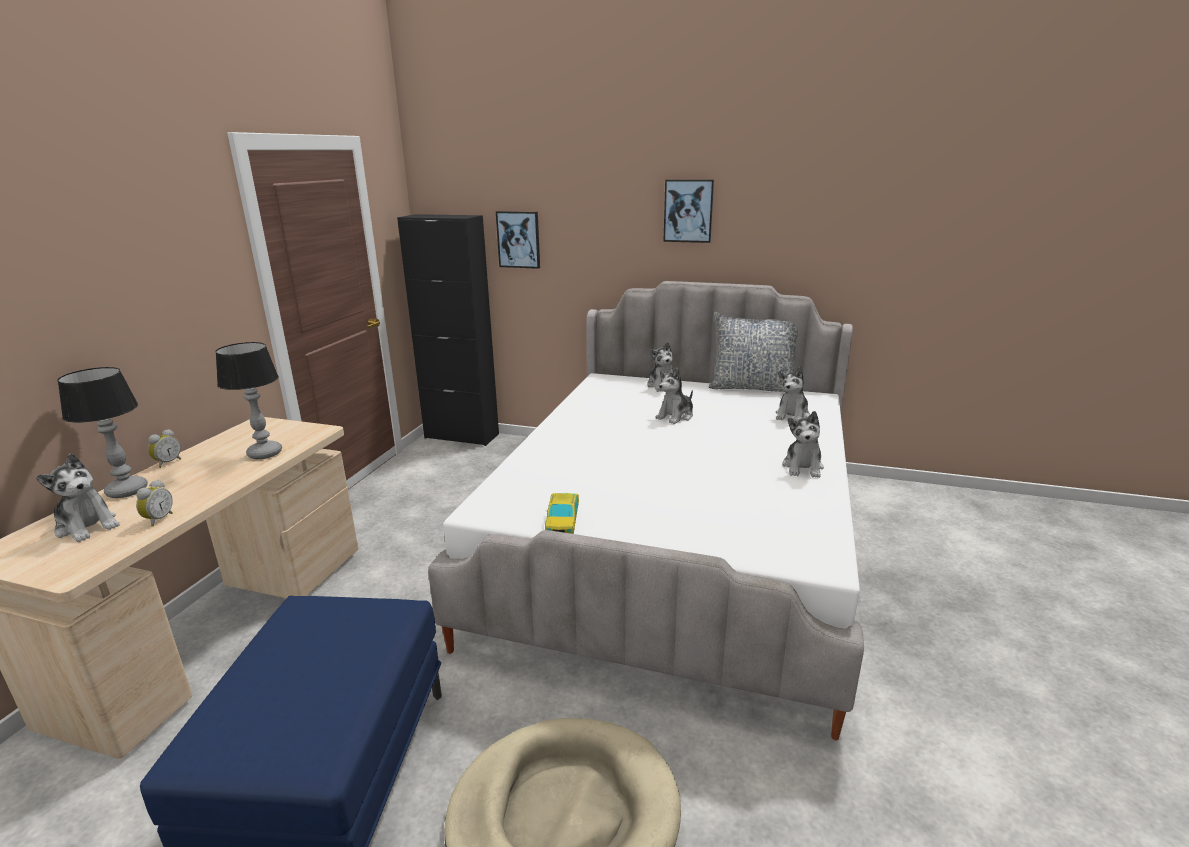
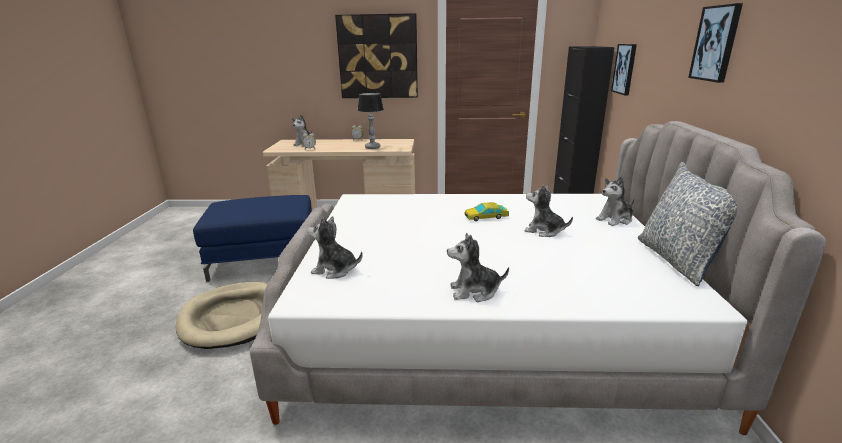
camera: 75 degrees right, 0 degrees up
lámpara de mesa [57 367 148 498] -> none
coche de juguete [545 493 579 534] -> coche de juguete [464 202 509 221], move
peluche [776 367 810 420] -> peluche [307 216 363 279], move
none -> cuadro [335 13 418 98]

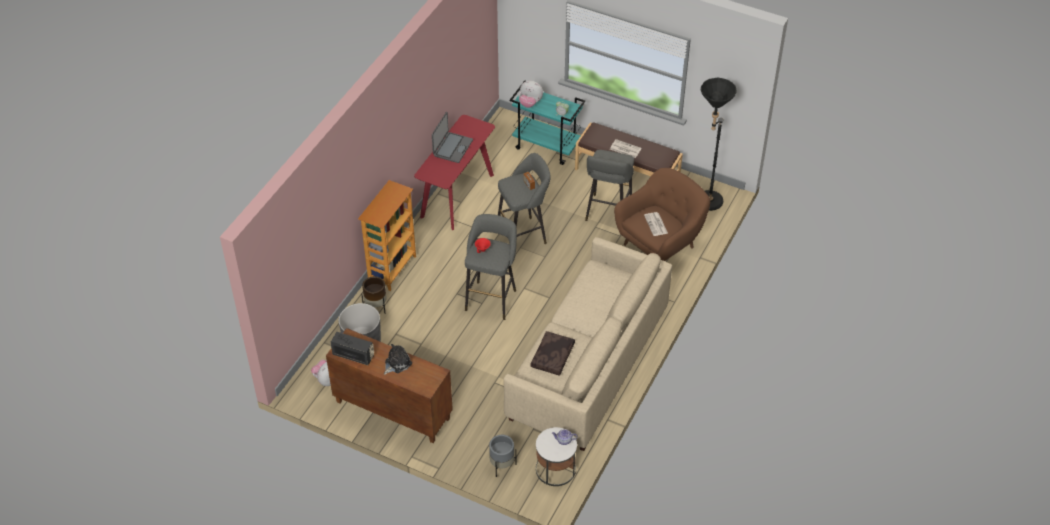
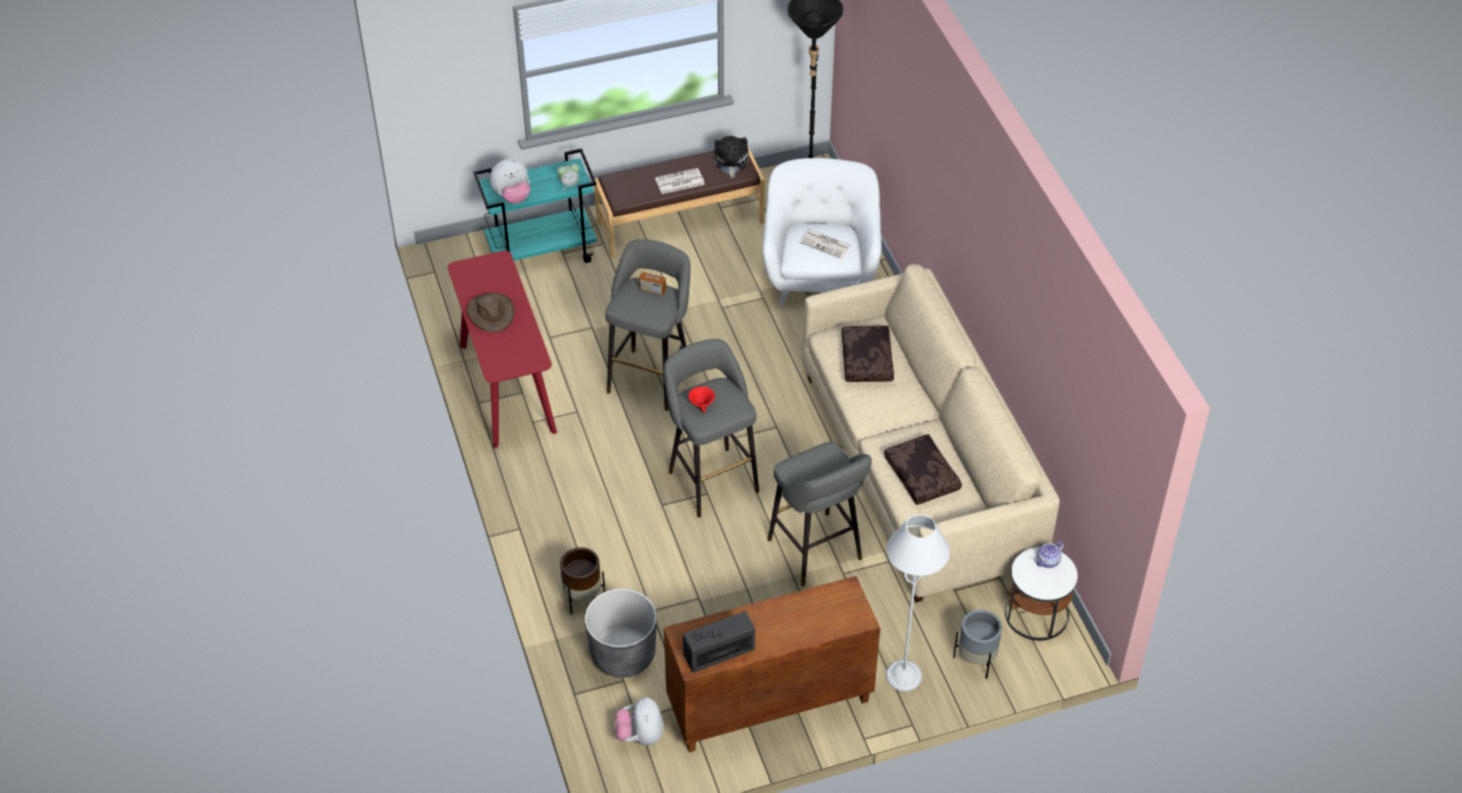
camera: 45 degrees left, 0 degrees up
estantería [358 180 416 291] -> none
peluche [384 344 412 375] -> peluche [714 136 748 178], move
portátil [432 112 473 163] -> sombrero (marrón) [466 293 515 333]
taburete (gris) [585 150 634 221] -> taburete (gris) [768 442 872 586], move
sillón (marrón) [614 168 710 261] -> sillón (blanco) [762 158 881 306]
none -> cojín (marrón) [842 326 894 382]
none -> lámpara de pie (gris) [886 514 950 692]

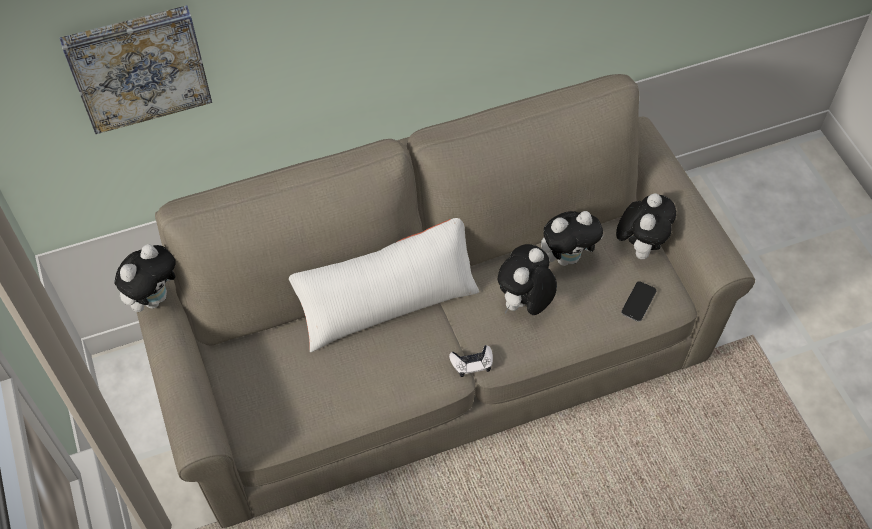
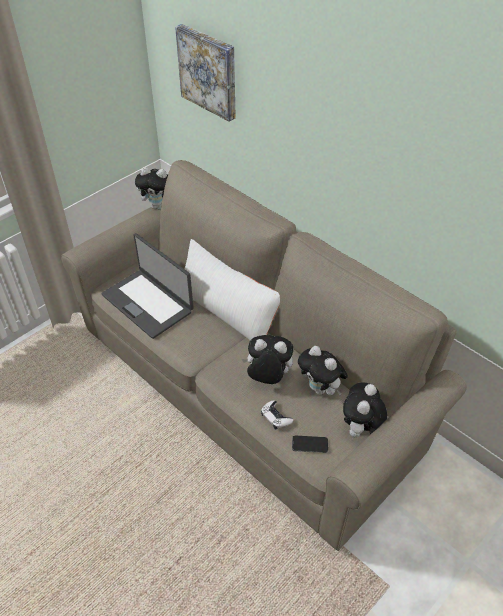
camera: 65 degrees right, 10 degrees down
mando de consola (blanco) [449 345 493 377] -> mando de consola (blanco) [261 400 293 430], move
peluche [616 193 676 260] -> peluche [343 382 387 440], 120 degrees clockwise
none -> portátil [101 233 194 339]

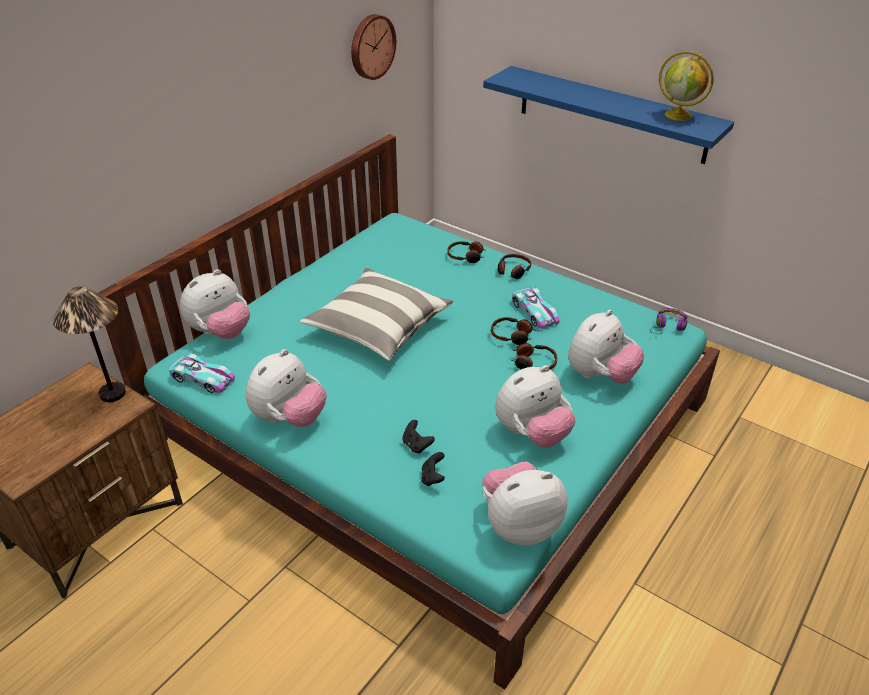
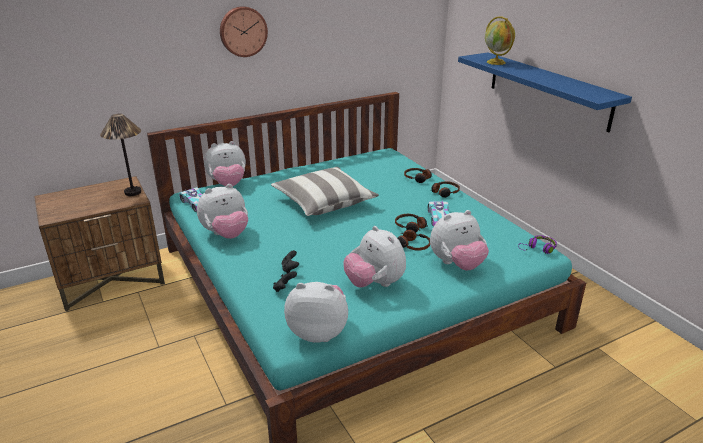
camera: 25 degrees right, 10 degrees down
reloj de pared [351 14 396 80] -> reloj de pared [220 6 268 57], move
peluche [495 365 576 448] -> peluche [344 226 406 288], 60 degrees clockwise
globo terráqueo [659 51 714 121] -> globo terráqueo [485 16 515 65], move

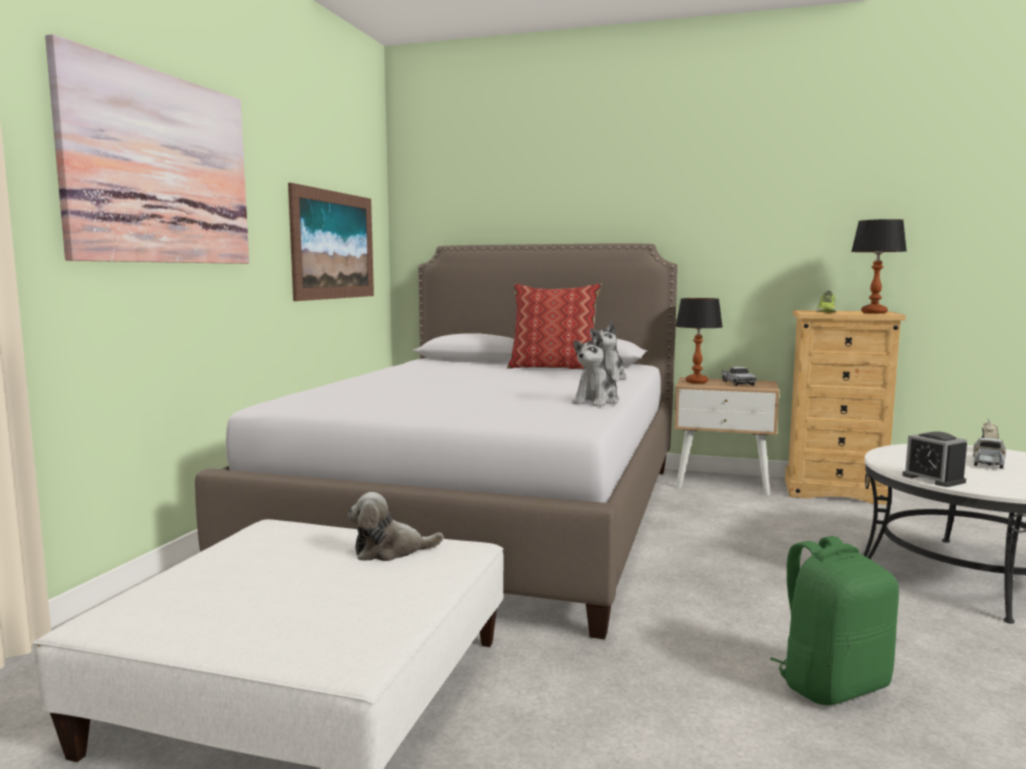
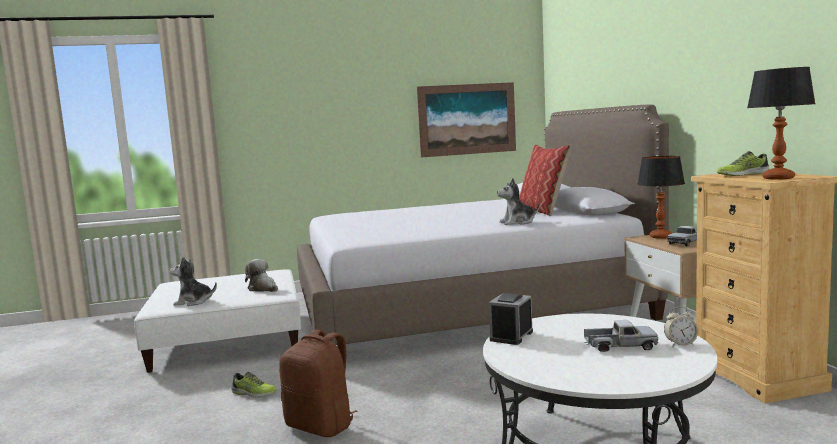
camera: 60 degrees right, 0 degrees up
cuadro [45 34 249 264] -> none
peluche [572 332 619 407] -> peluche [170 257 217 306], move
mochila (verde) [770 536 899 705] -> mochila (marrón) [279 330 358 437]
none -> zapato [231 372 277 398]

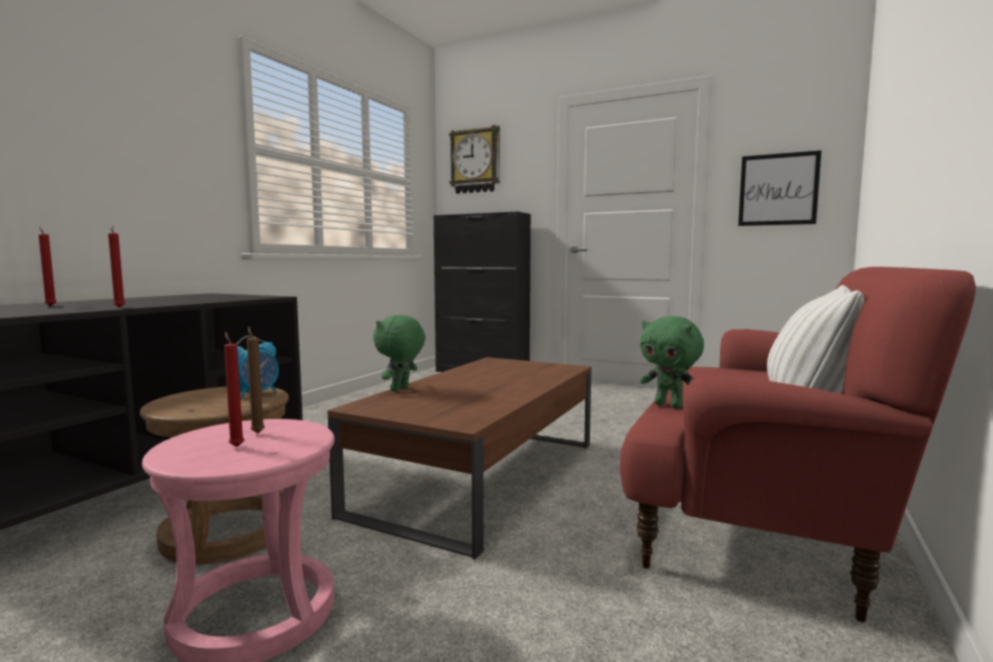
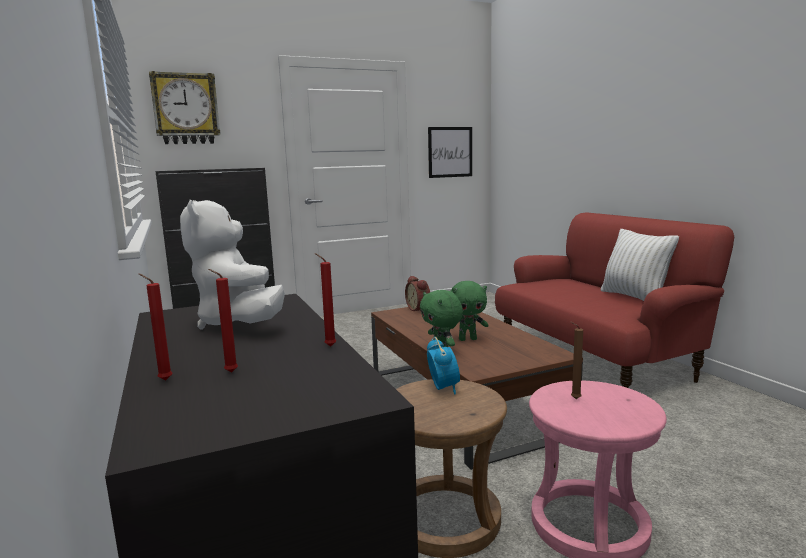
camera: 50 degrees left, 5 degrees up
vela (rojo) [224 332 244 447] -> vela (rojo) [139 274 172 380], move
peluche (verde) [640 316 704 409] -> peluche (verde) [450 281 489 341], move
none -> peluche (blanco) [180 200 285 330]
none -> despertador [405 276 430 311]

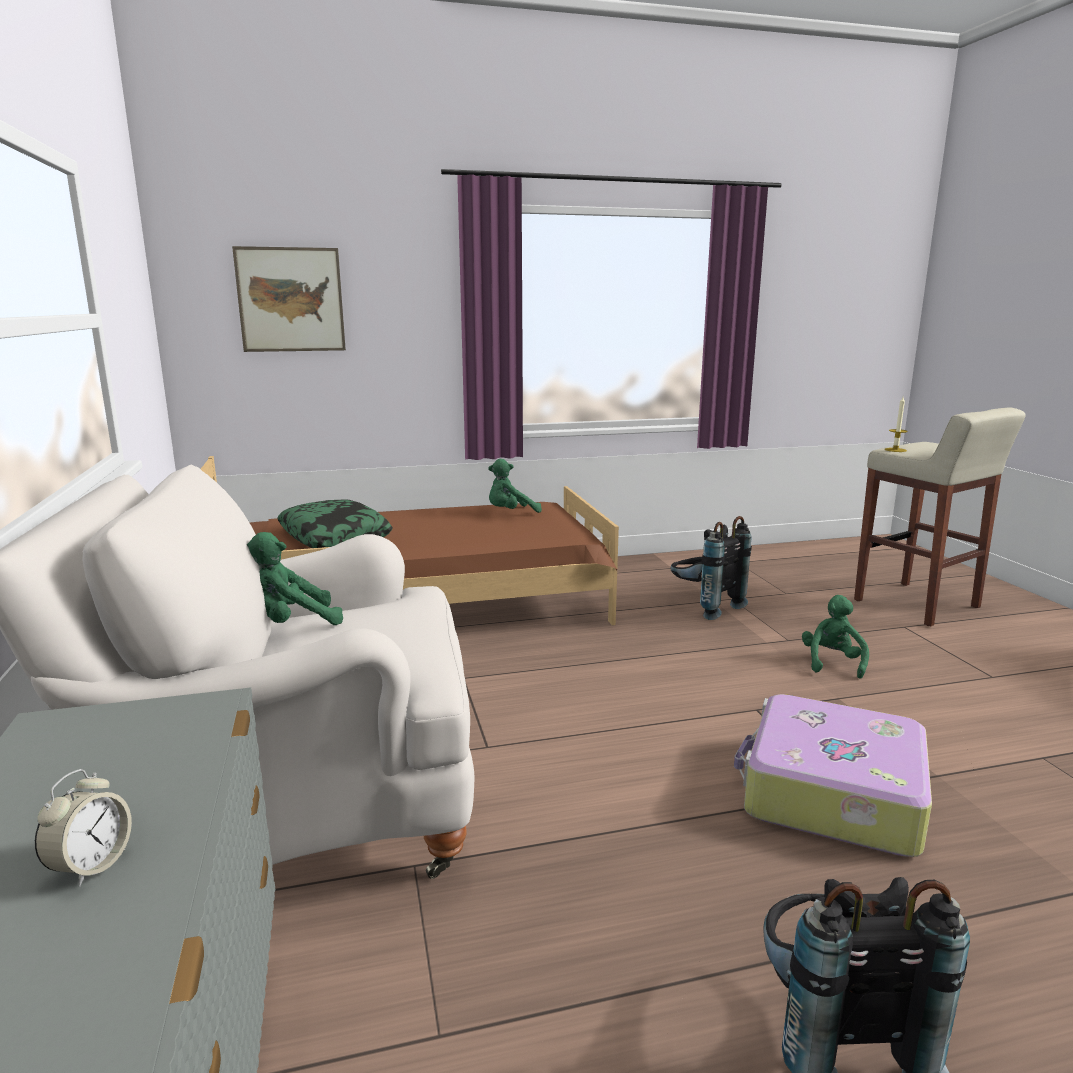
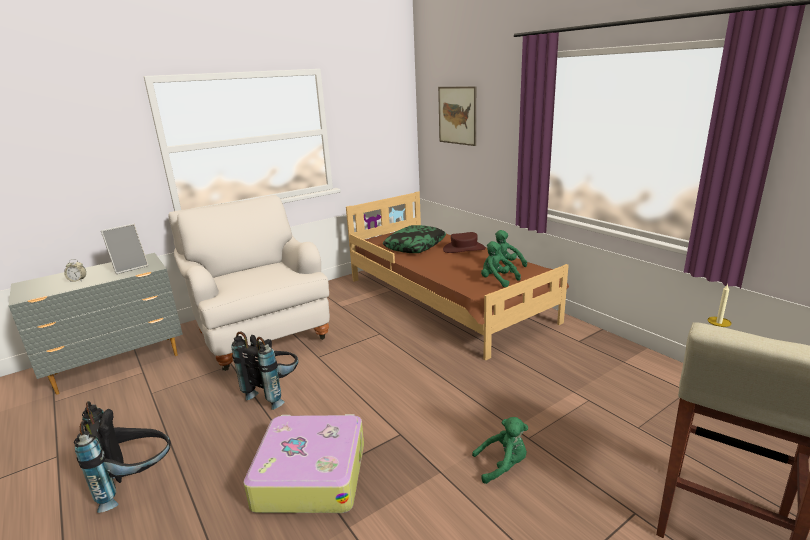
camera: 70 degrees right, 5 degrees up
peluche (verde) [247 532 343 625] -> peluche (verde) [481 241 521 287], move
mochila (negro) [671 516 752 620] -> mochila (negro) [231 331 299 410], move
none -> portarretratos [101 224 149 274]
none -> sombrero (marrón) [443 232 486 253]

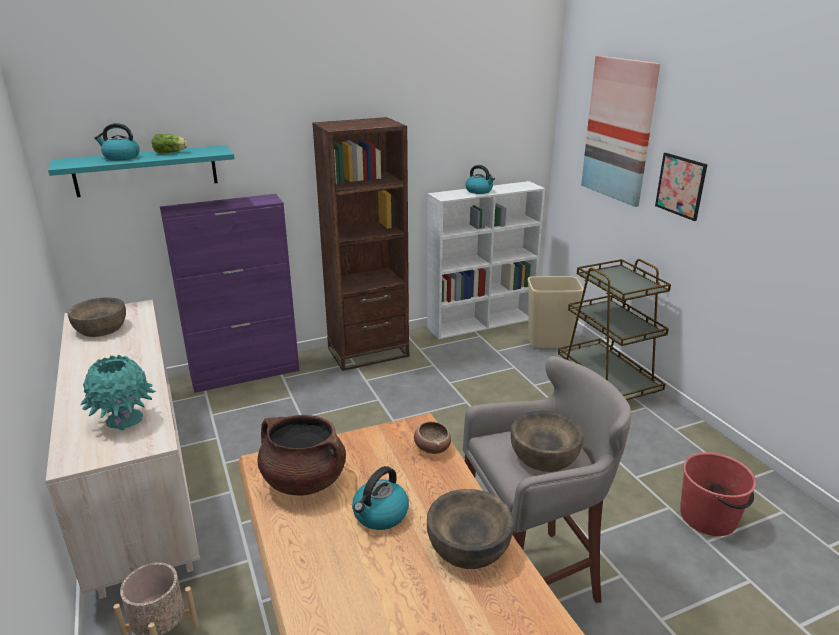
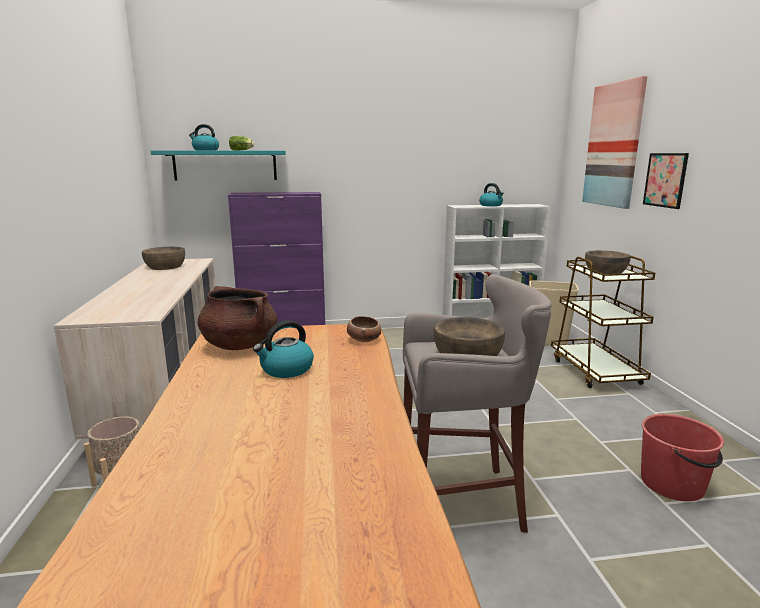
camera: 15 degrees right, 10 degrees down
florero (turquesa) [80 355 156 431] -> none
estantería (marrón) [312 117 409 371] -> none
cuenco (marrón) [427 489 514 569] -> cuenco (marrón) [585 250 631 274], move

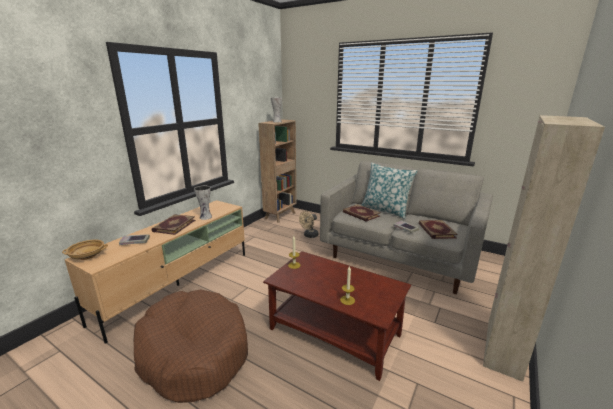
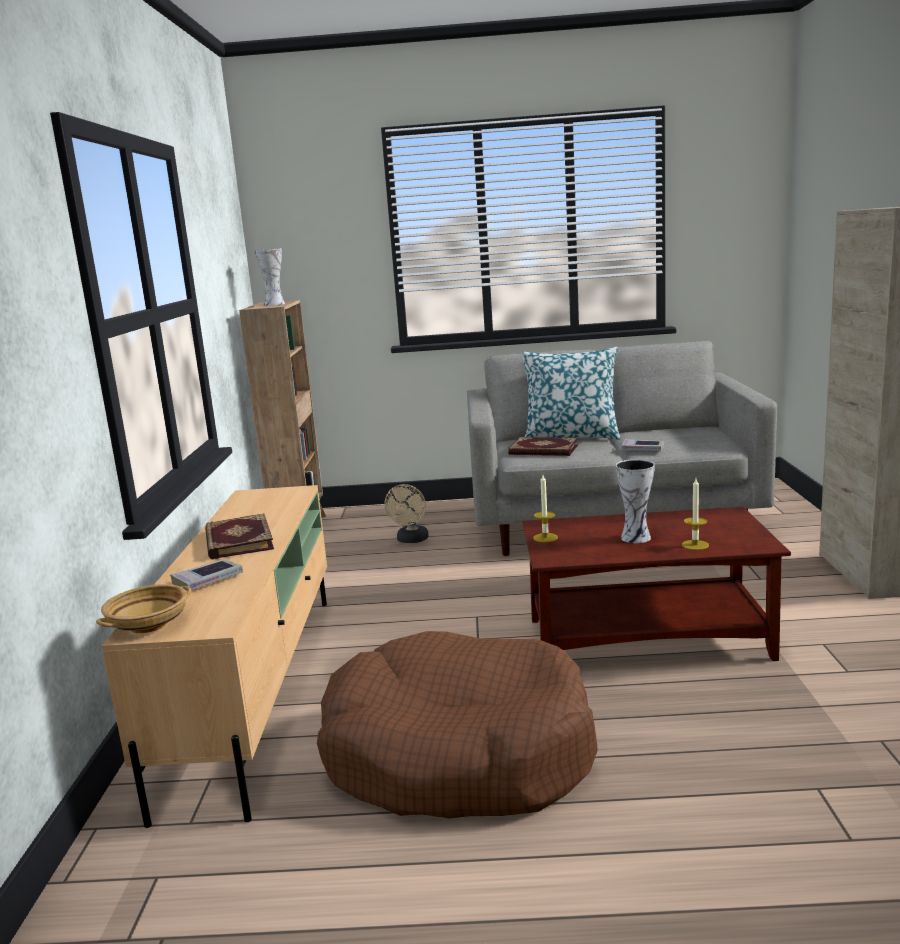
camera: 30 degrees left, 5 degrees down
florero [194 186 212 220] -> florero [616 459 655 543], move
libro [419 220 458 239] -> none

